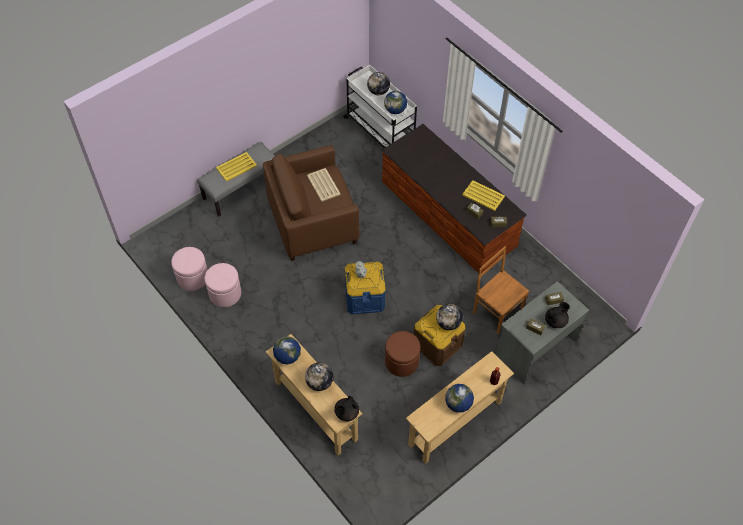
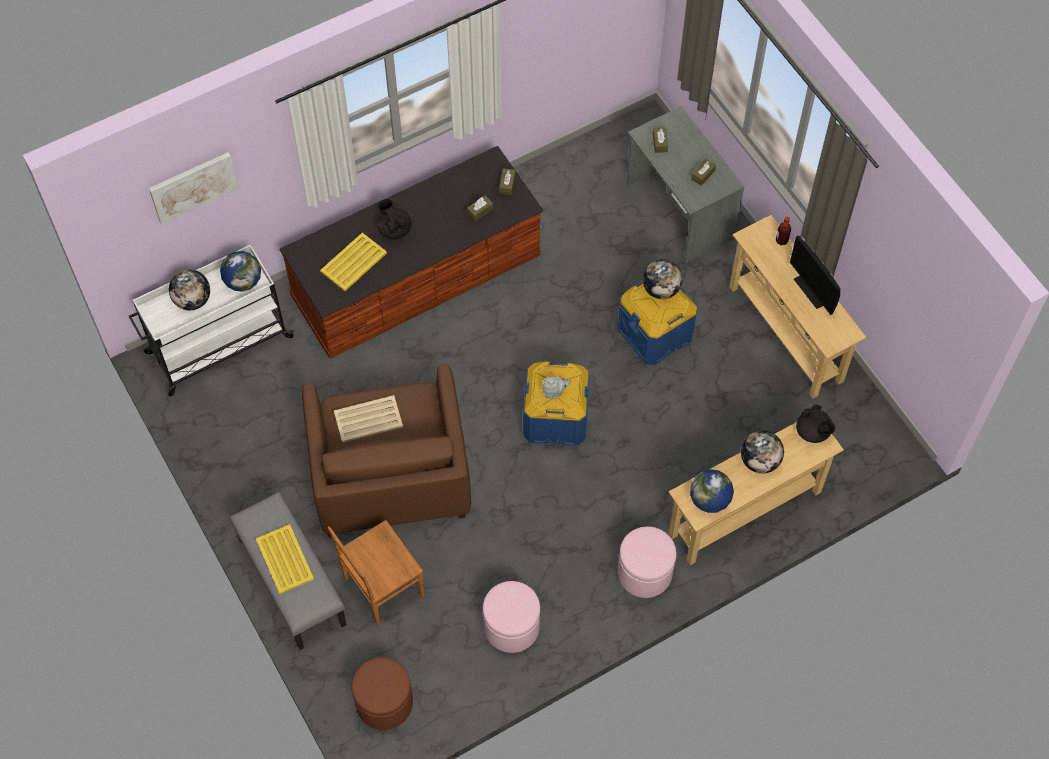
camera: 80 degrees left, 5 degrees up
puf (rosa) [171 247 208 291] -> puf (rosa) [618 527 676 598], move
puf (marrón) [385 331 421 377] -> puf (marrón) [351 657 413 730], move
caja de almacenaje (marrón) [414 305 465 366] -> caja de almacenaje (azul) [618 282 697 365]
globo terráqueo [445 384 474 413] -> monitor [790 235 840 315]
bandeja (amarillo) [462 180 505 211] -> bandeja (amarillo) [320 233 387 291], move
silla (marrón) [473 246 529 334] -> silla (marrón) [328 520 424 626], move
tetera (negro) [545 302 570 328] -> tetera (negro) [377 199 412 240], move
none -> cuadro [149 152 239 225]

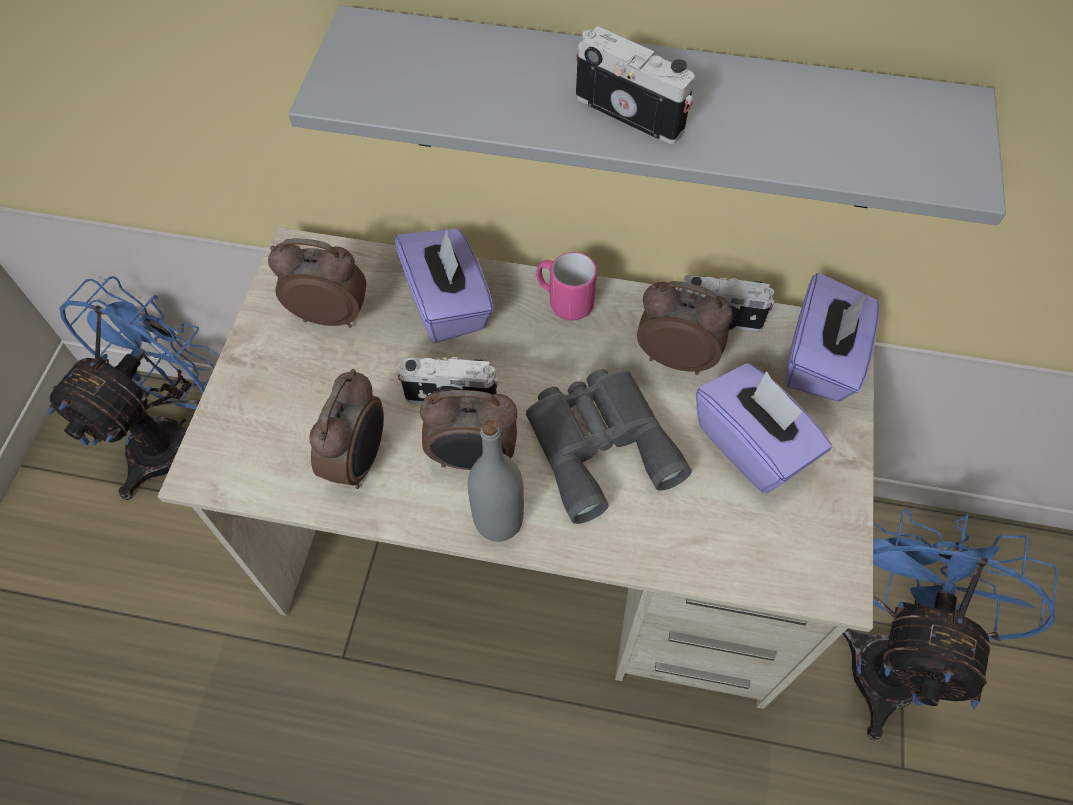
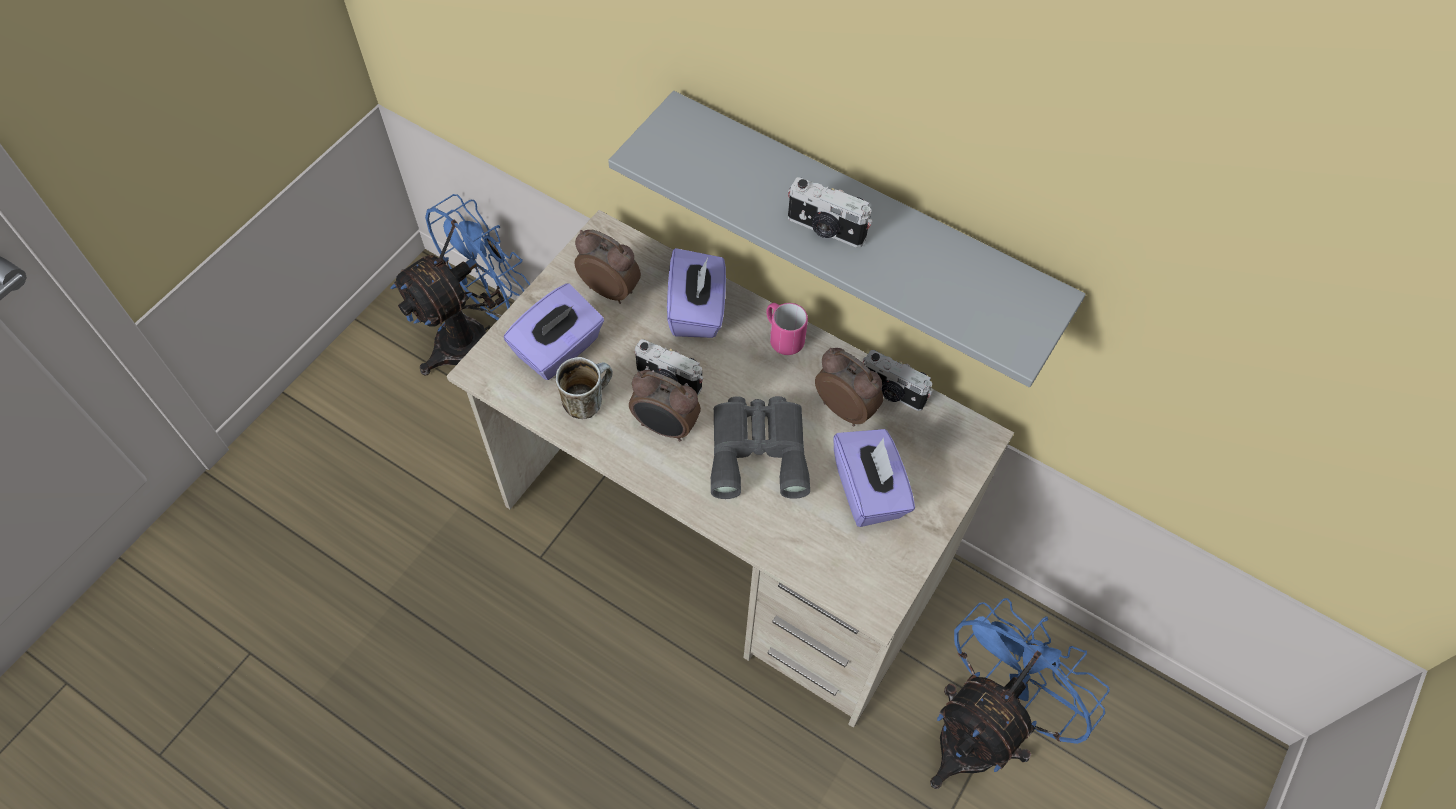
camera: 20 degrees right, 0 degrees up
despertador [309 369 384 489] -> taza grande [555 357 613 419]
botella (gris) [468 420 524 542] -> none
cámara [576 26 695 144] -> cámara [788 177 872 248], 150 degrees clockwise
caja de pañuelos (morado) [785 273 879 401] -> caja de pañuelos (morado) [504 283 604 380], move

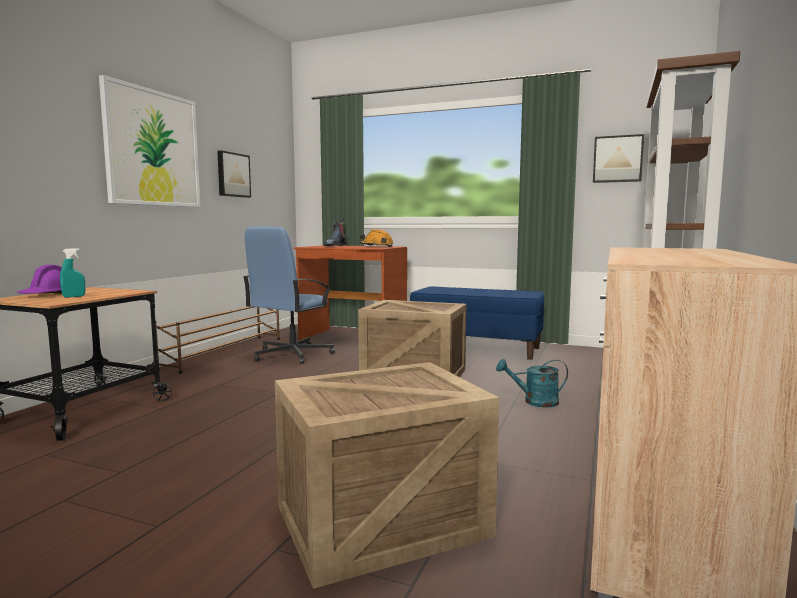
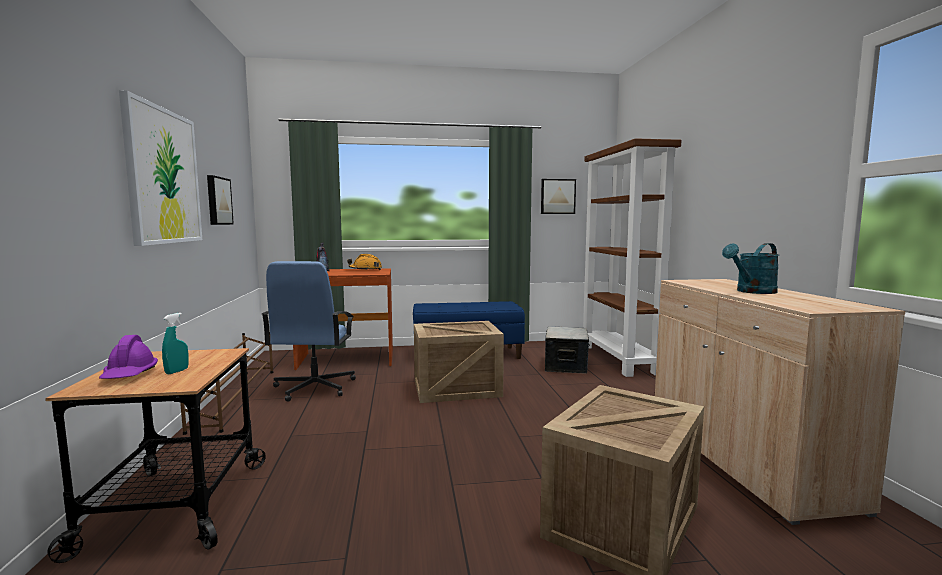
camera: 30 degrees left, 0 degrees up
regadera (turquesa) [496 359 568 407] -> regadera (turquesa) [722 243 779 294], move
none -> caja de almacenaje [545 326 590 374]

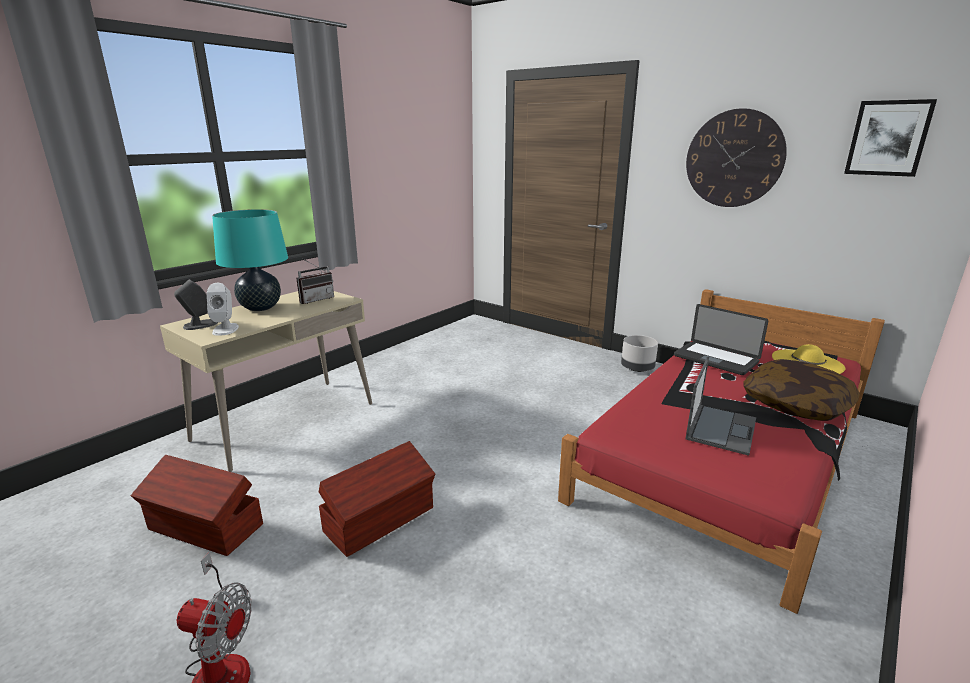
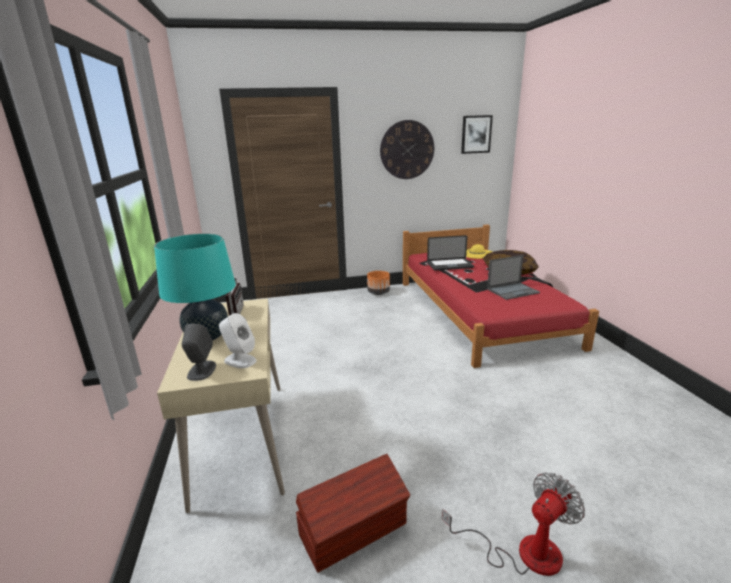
camera: 50 degrees left, 0 degrees up
caja de almacenaje (marrón) [319 441 435 557] -> none
maceta (gris) [621 335 658 372] -> maceta (naranja) [367 271 390 295]
portátil [686 357 756 456] -> portátil [487 255 540 300], 90 degrees clockwise

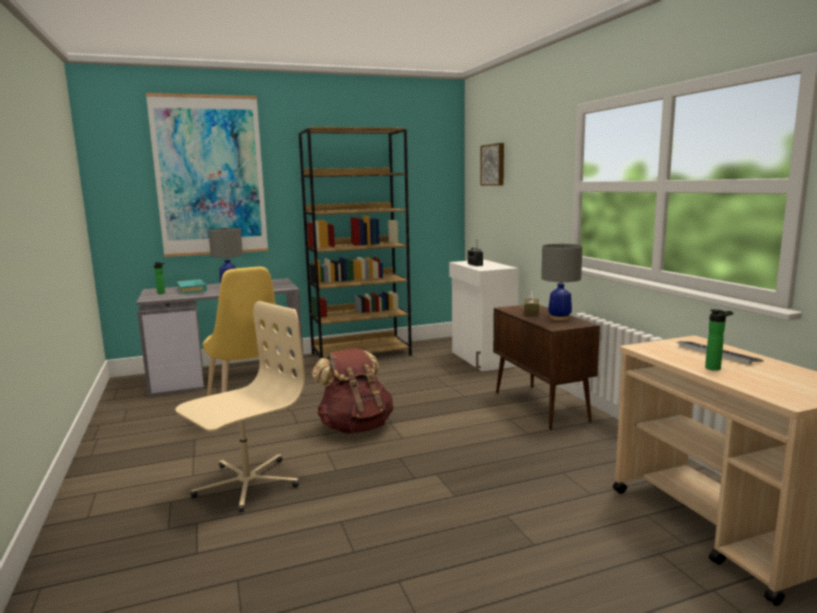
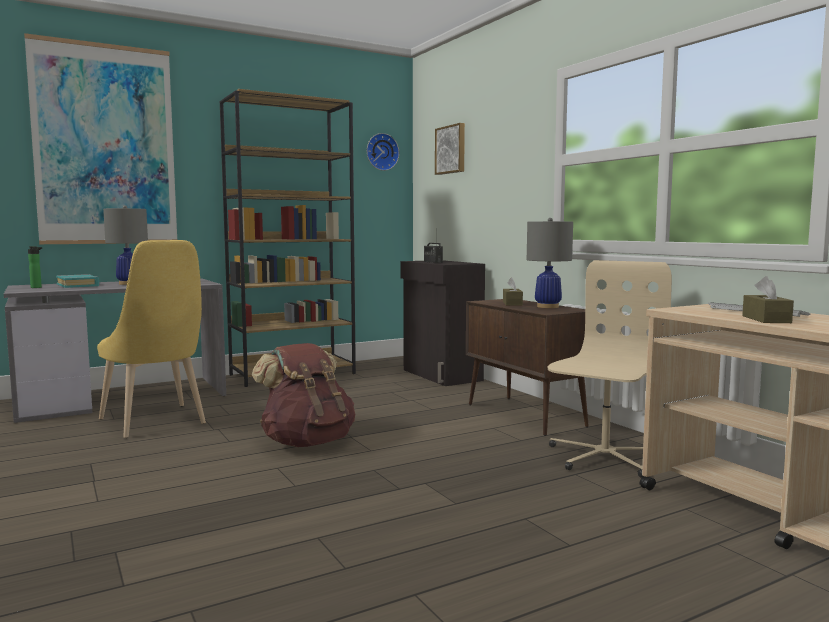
camera: 10 degrees left, 5 degrees down
silla de oficina (beis) [176 301 305 513] -> silla de oficina (beis) [548 260 672 478], move
armario (blanco) [449 260 518 371] -> armario (negro) [401 260 485 386]
botella [705 309 733 371] -> caja de pañuelos (marrón) [742 276 794 323]
none -> reloj de pared [367 133 399 171]

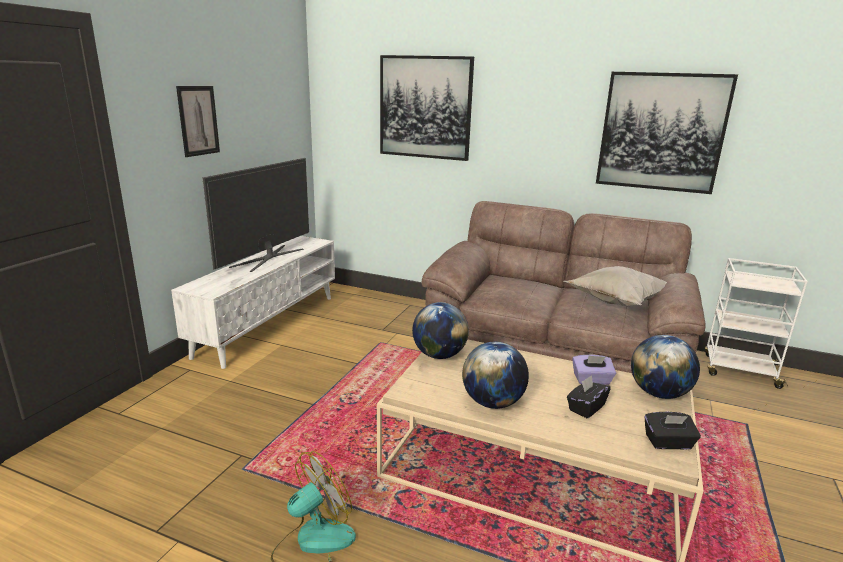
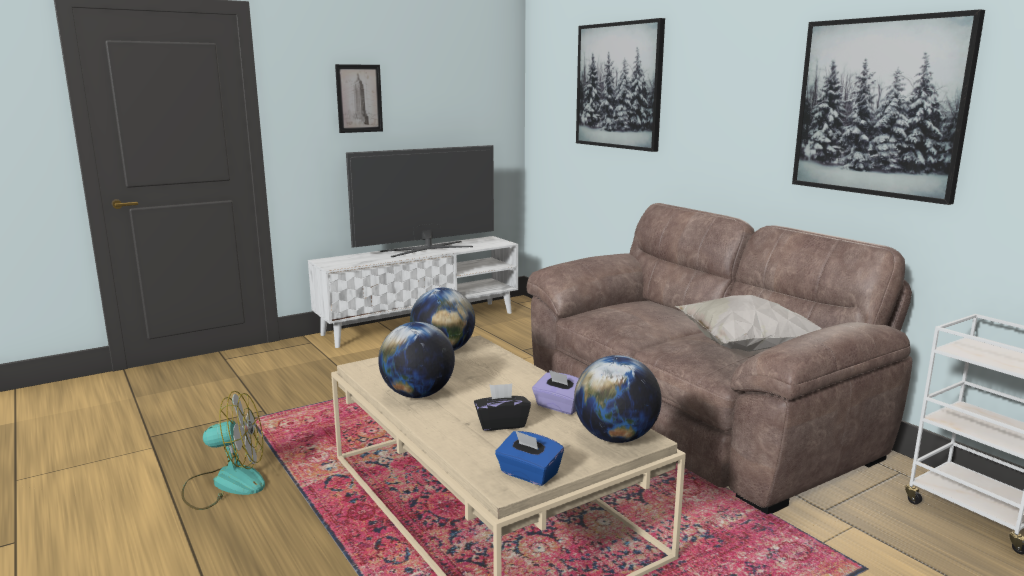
camera: 35 degrees right, 5 degrees down
caja de pañuelos (negro) [645 412 701 450] -> caja de pañuelos (azul) [495 430 564 486]

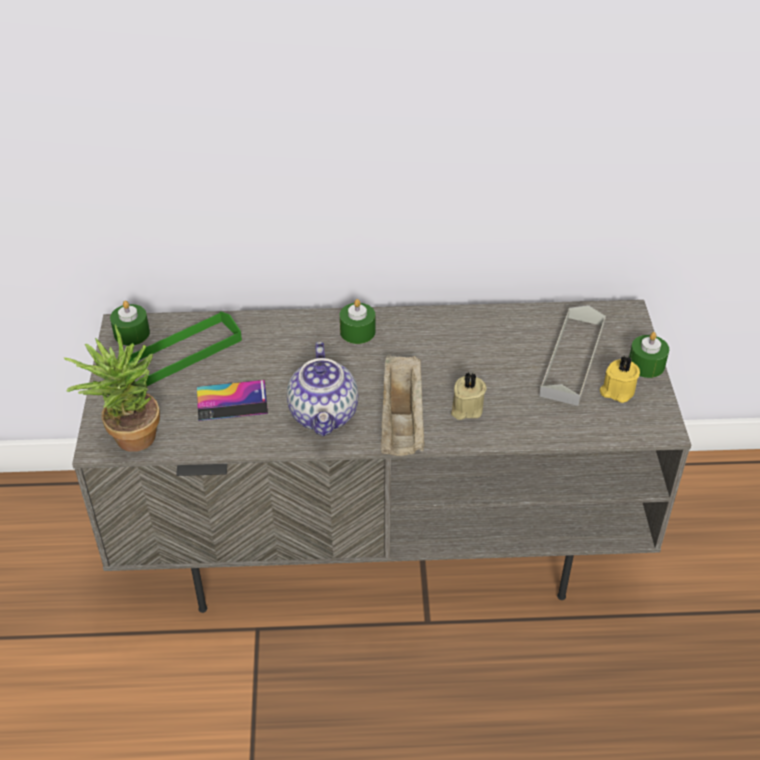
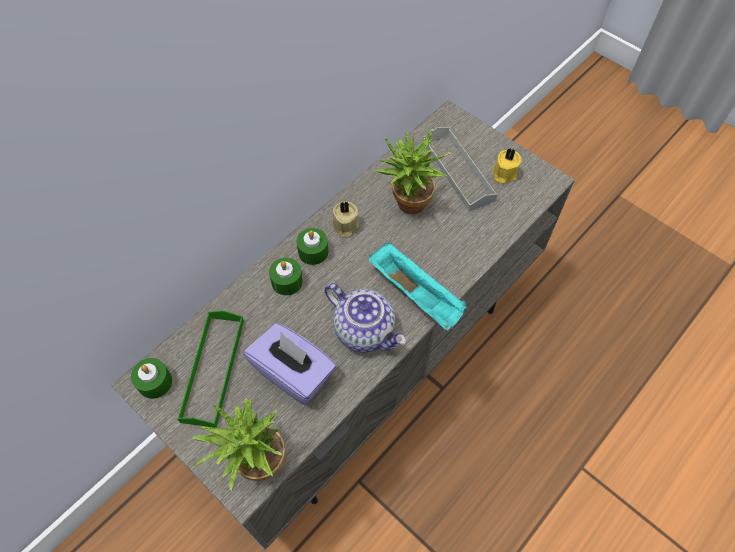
camera: 45 degrees left, 15 degrees up
móvil [197 380 268 421] -> caja de pañuelos (morado) [244 323 336 405]
bandeja (beis) [381 354 425 456] -> bandeja (turquesa) [368 243 467 331]
vela (beis) [451 372 486 420] -> vela (beis) [332 201 359 238], move
vela (verde) [629 332 669 378] -> vela (verde) [269 258 303 295], move
none -> planta en maceta [376 128 452 214]

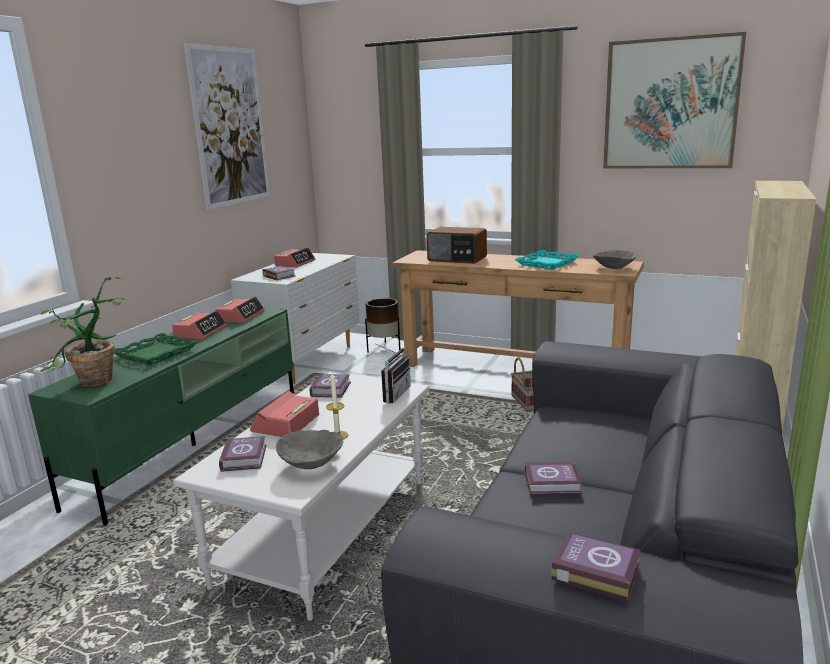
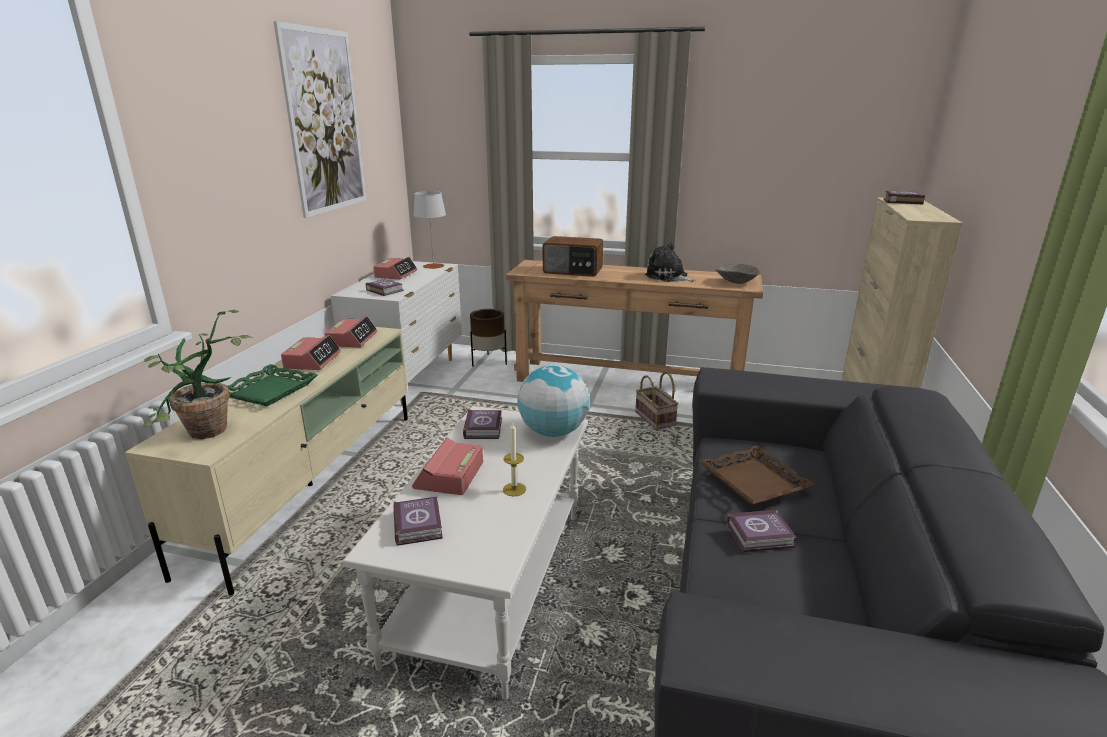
camera: 10 degrees left, 5 degrees up
mueble de televisión (verde) [28 307 294 525] -> mueble de televisión (beis) [125 327 408 595]
cuenco (gris) [276 430 343 469] -> none
radio [376 344 411 404] -> globo terráqueo [518 365 589 437]
bandeja (turquesa) [515 250 580 270] -> peluche [645 242 696 282]
libro [551 532 641 601] -> libro [884 191 925 204], move
cuadro [603 32 746 168] -> none
none -> lámpara de mesa (gris) [413 191 446 269]
none -> bandeja (marrón) [700 445 815 506]

